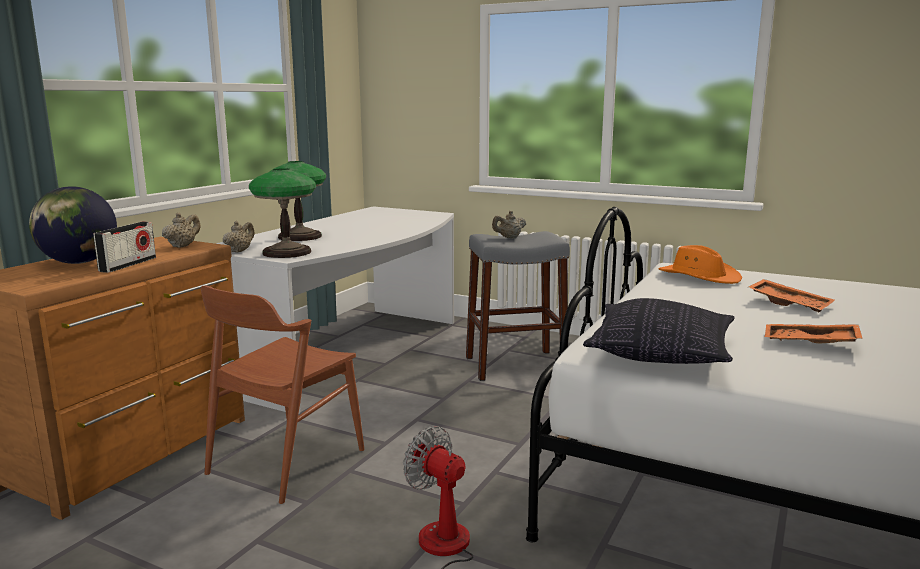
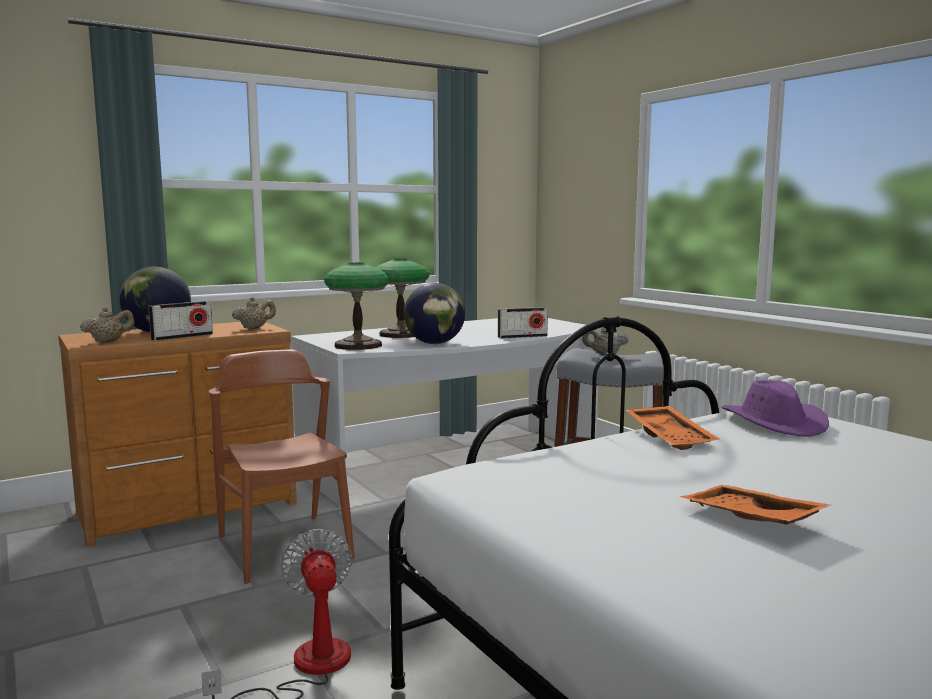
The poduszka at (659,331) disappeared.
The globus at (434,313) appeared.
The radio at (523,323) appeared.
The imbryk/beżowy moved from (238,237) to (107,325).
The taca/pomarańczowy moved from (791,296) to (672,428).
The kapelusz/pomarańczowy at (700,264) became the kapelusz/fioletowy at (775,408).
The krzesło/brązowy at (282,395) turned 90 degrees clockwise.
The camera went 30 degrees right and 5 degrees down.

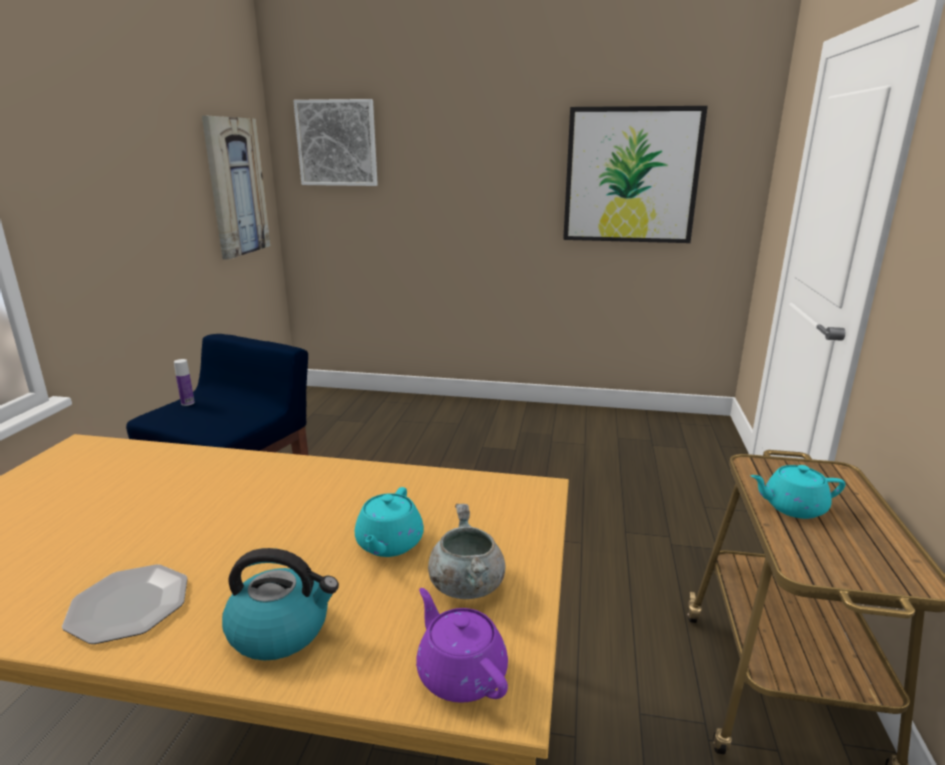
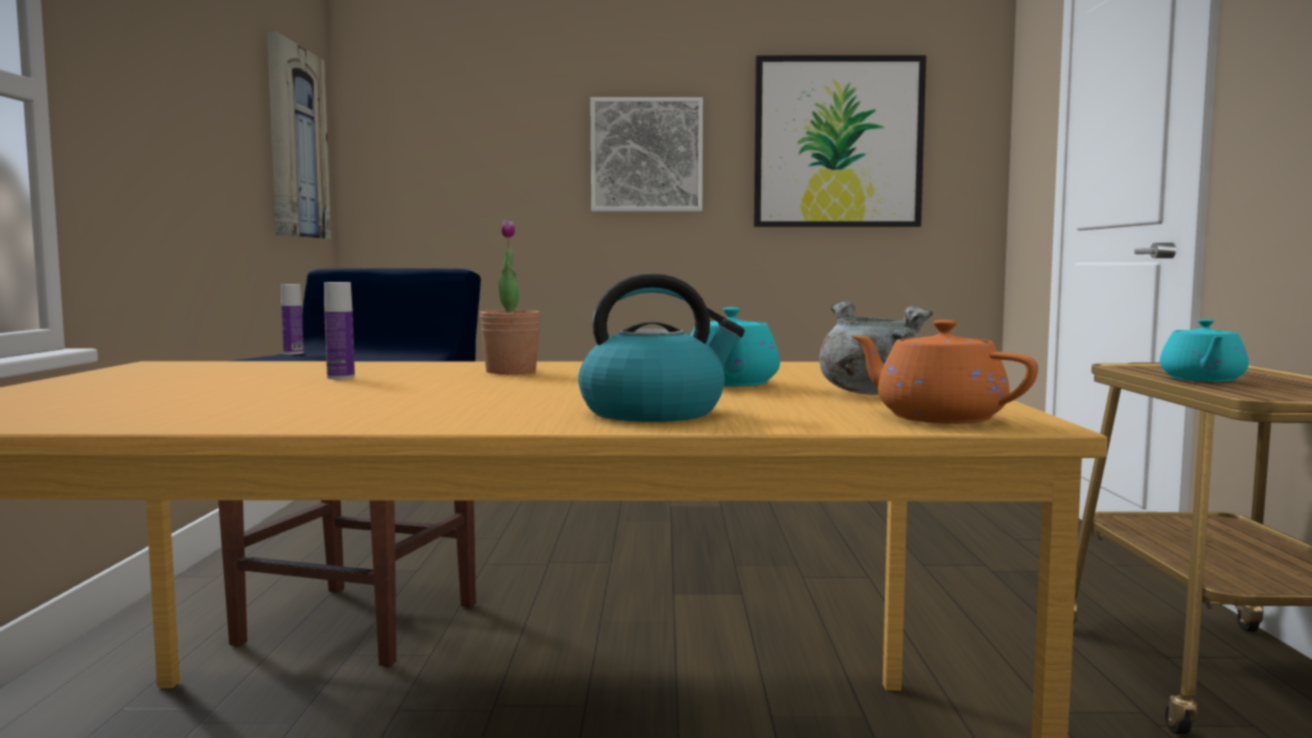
The talerz at (125,604) disappeared.
The butelka at (339,330) appeared.
The roślina doniczkowa at (510,297) appeared.
The obraz moved from (335,142) to (646,154).
The imbryk/fioletowy at (462,645) became the imbryk/pomarańczowy at (944,372).
The imbryk/turkusowy at (797,492) turned 60 degrees counterclockwise.
The camera went 10 degrees left and 15 degrees down.

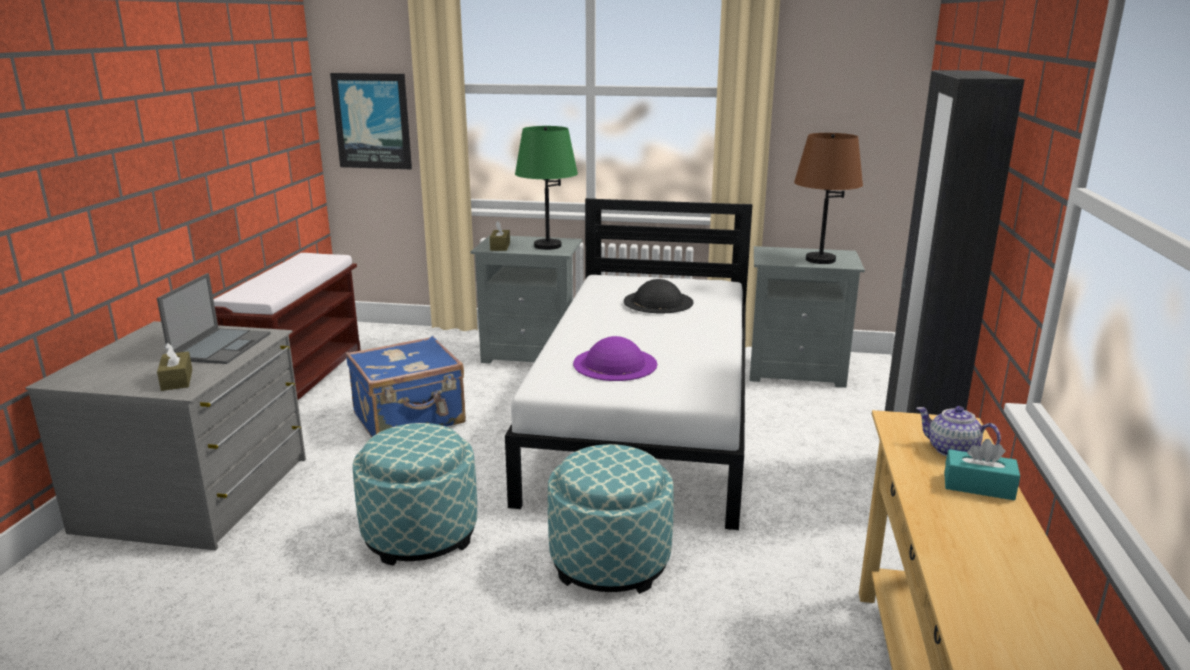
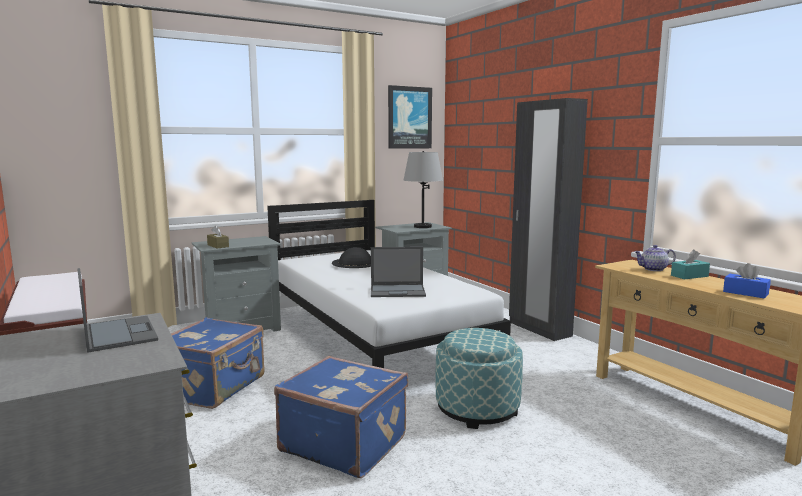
The pudełko chusteczek/brązowy at (174,366) disappeared.
The lampa stołowa/zielony at (546,188) disappeared.
The pudełko chusteczek/niebieski at (747,281) appeared.
The obraz moved from (371,121) to (410,117).
The pufa at (414,494) was replaced by the walizka/niebieski at (341,417).
The kapelusz/fioletowy at (615,358) was replaced by the laptop at (398,272).
The lampa stołowa/brązowy at (828,198) became the lampa stołowa/szary at (423,189).
The camera went 40 degrees left and 10 degrees down.

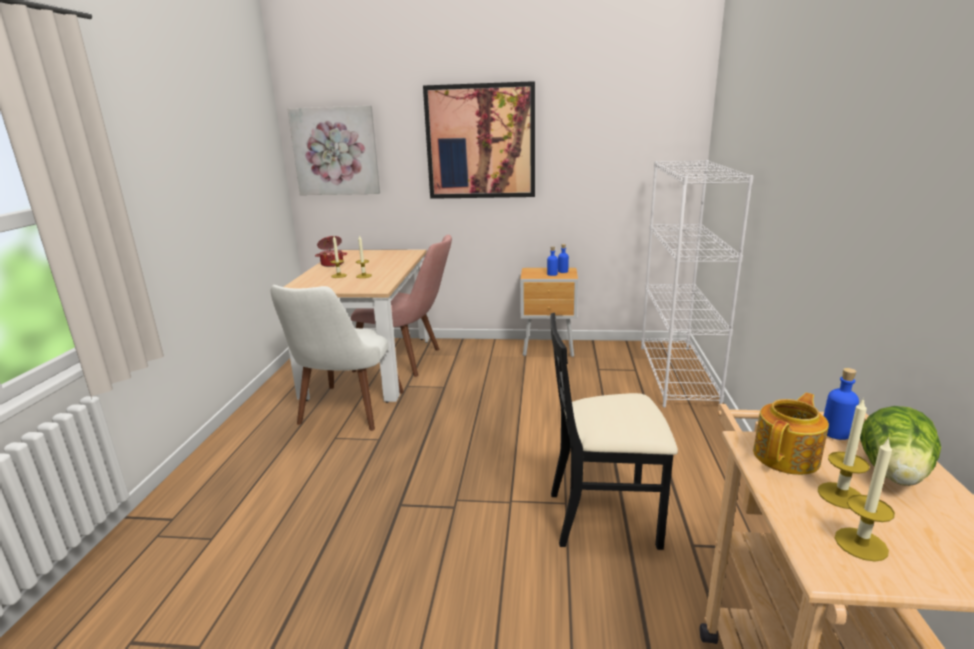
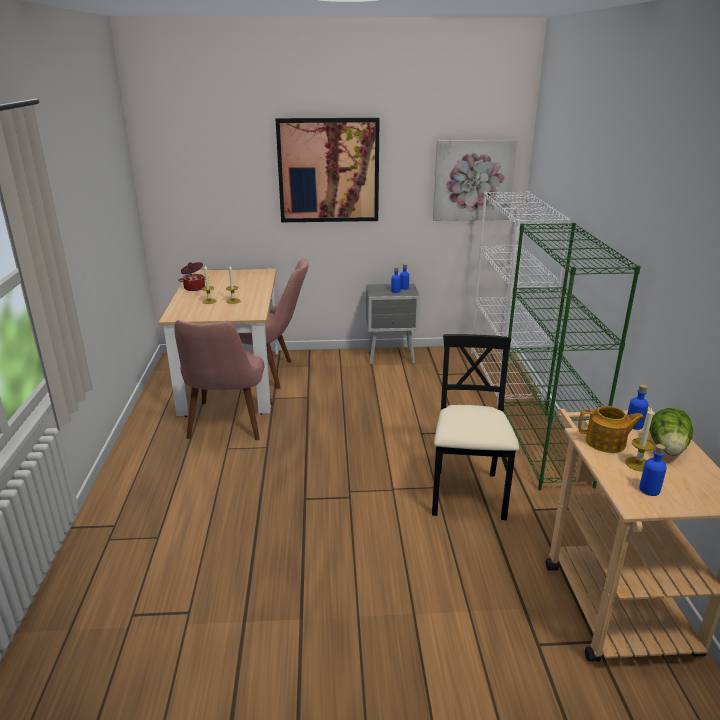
The regał/zielony at (572,356) appeared.
The obraz moved from (333,150) to (475,180).
The świeca at (865,500) was replaced by the butelka/niebieski at (653,470).
The krzesło/biały at (337,358) became the krzesło/różowy at (224,380).
The szafka nocna/brązowy at (549,312) became the szafka nocna/szary at (393,324).
The krzesło/czarny at (614,431) turned 105 degrees clockwise.
The imbryk at (791,434) turned 60 degrees clockwise.
The camera went 10 degrees left and 5 degrees up.

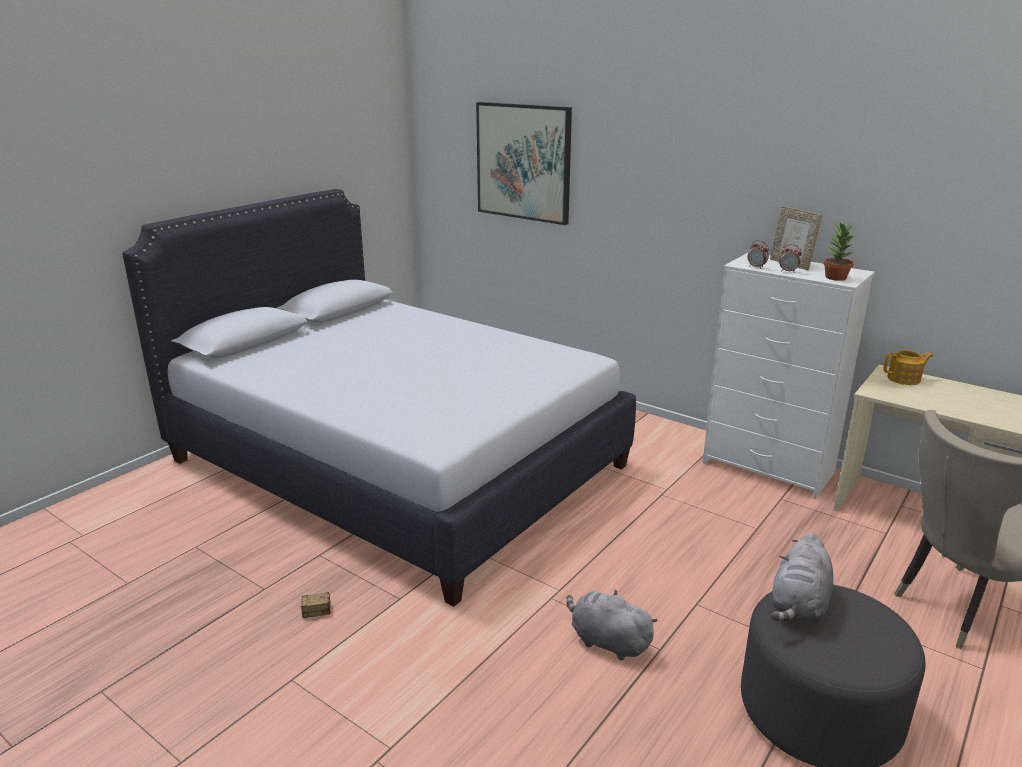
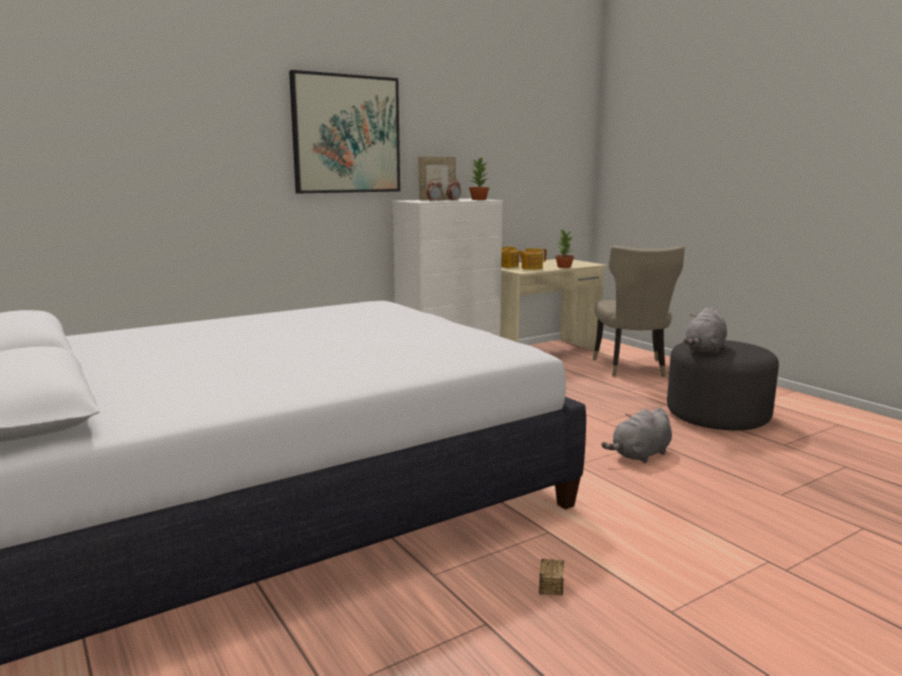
The imbryk at (532,259) appeared.
The roślina doniczkowa at (564,248) appeared.
The obraz moved from (524,163) to (344,131).
The pluszak/szary at (802,577) turned 75 degrees clockwise.
The camera went 70 degrees left and 10 degrees down.

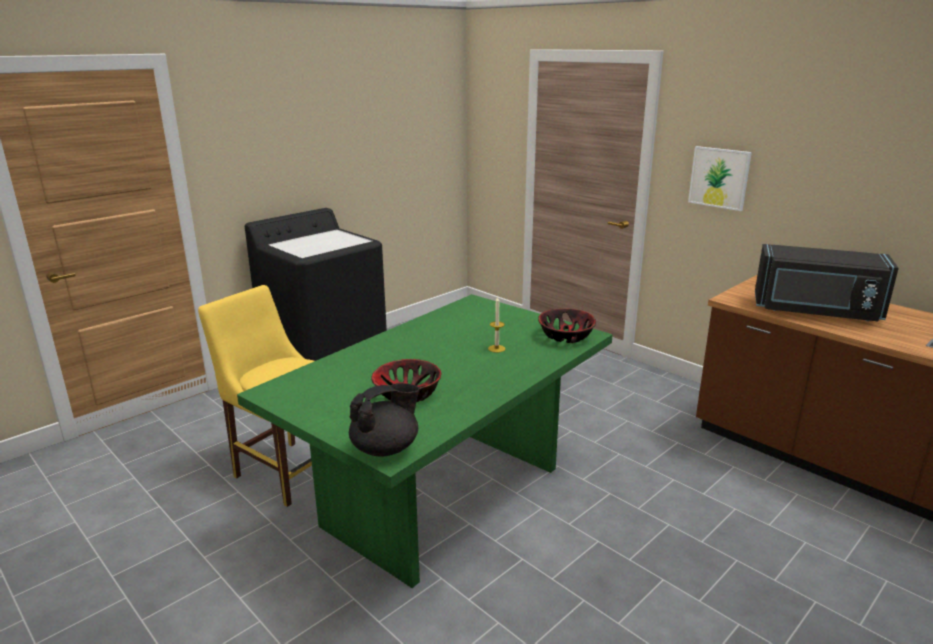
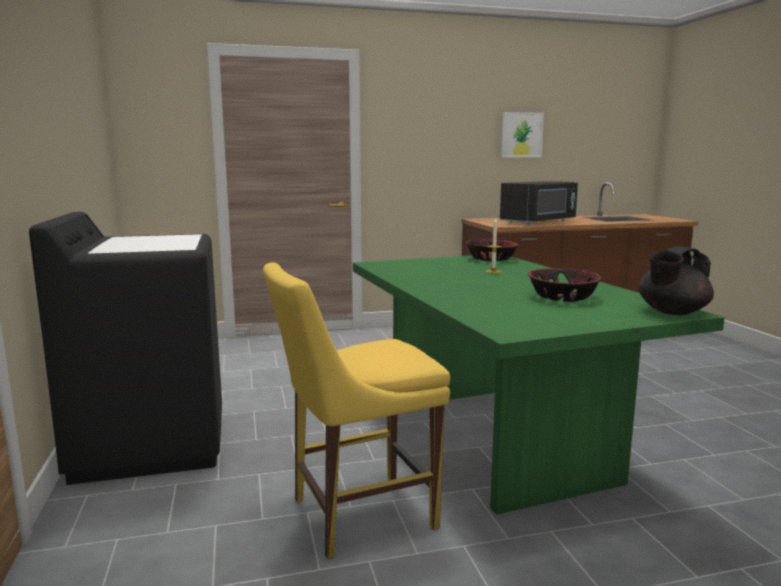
The obraz moved from (720,178) to (522,134).
The imbryk/czarny at (384,420) turned 120 degrees counterclockwise.
The camera went 60 degrees left and 10 degrees down.

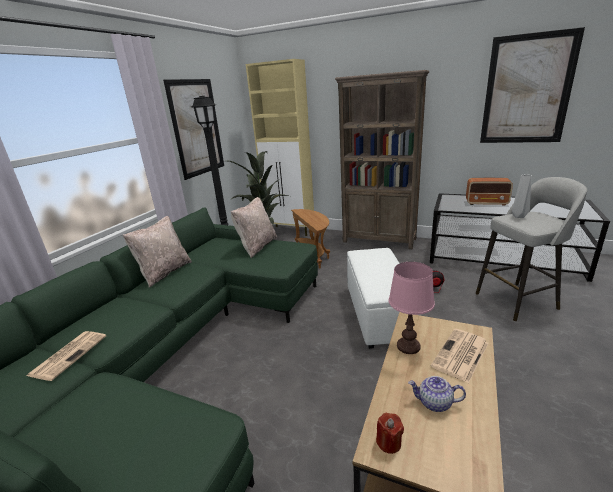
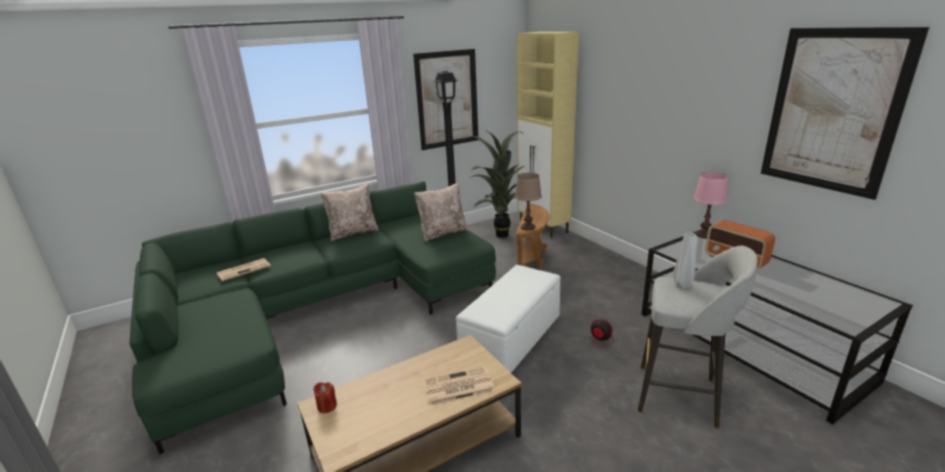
The regał/brązowy at (382,159) disappeared.
The imbryk at (437,394) disappeared.
The lampa stołowa/brązowy at (528,202) appeared.
The lampa stołowa/różowy moved from (411,308) to (711,205).
The camera went 35 degrees right and 0 degrees up.

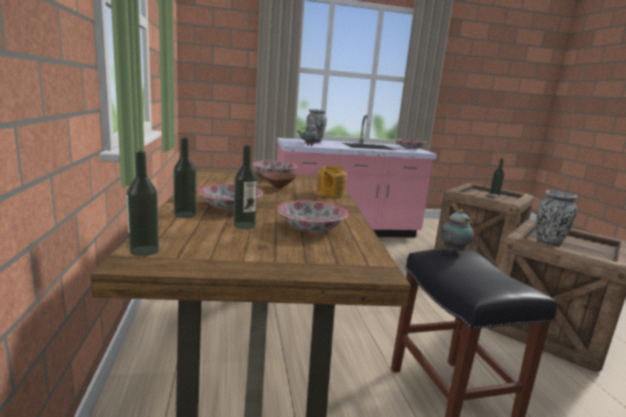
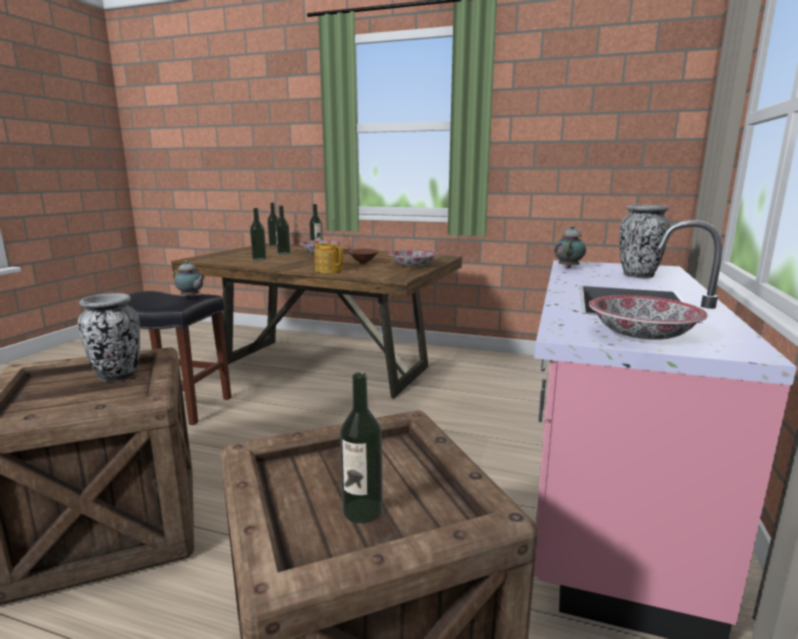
The miska at (312,216) was replaced by the butelka at (258,234).
The imbryk at (456,230) turned 120 degrees clockwise.
The camera went 120 degrees right and 0 degrees up.

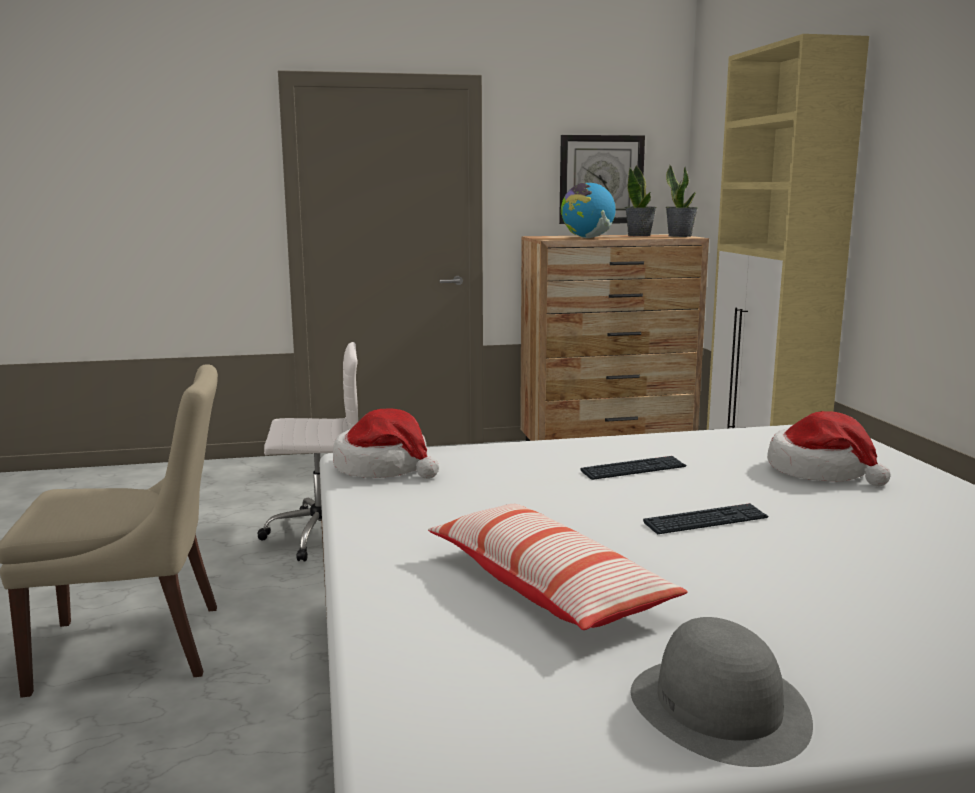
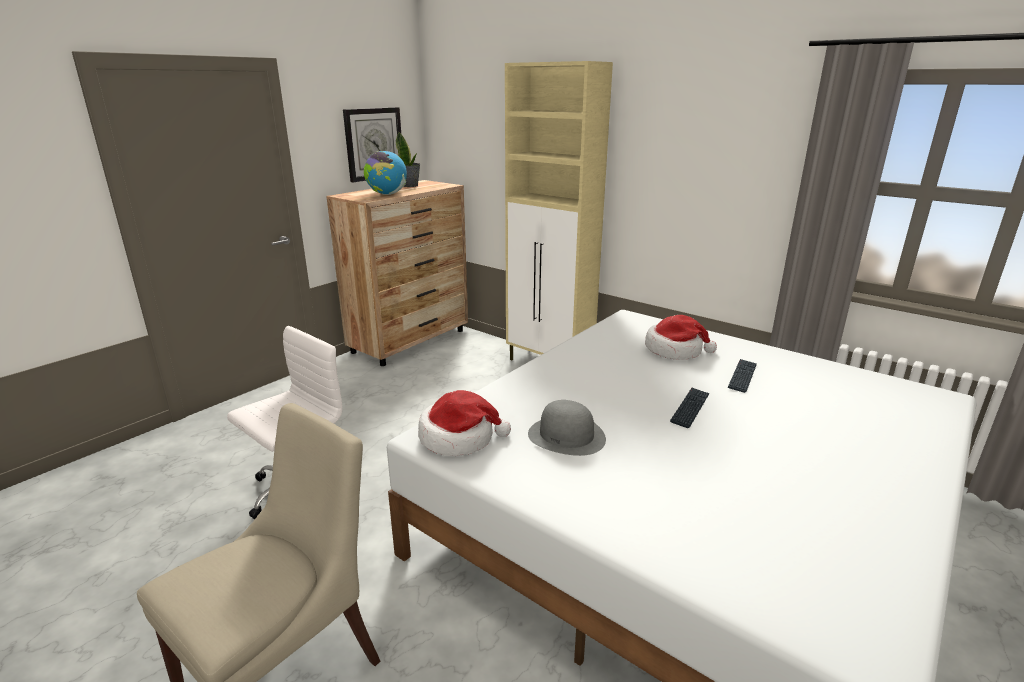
The poduszka at (558,567) disappeared.
The roślina doniczkowa at (682,201) disappeared.
The klawiatura moved from (633,468) to (742,376).
The kapelusz/szary moved from (721,692) to (567,428).
The camera went 40 degrees left and 10 degrees up.

